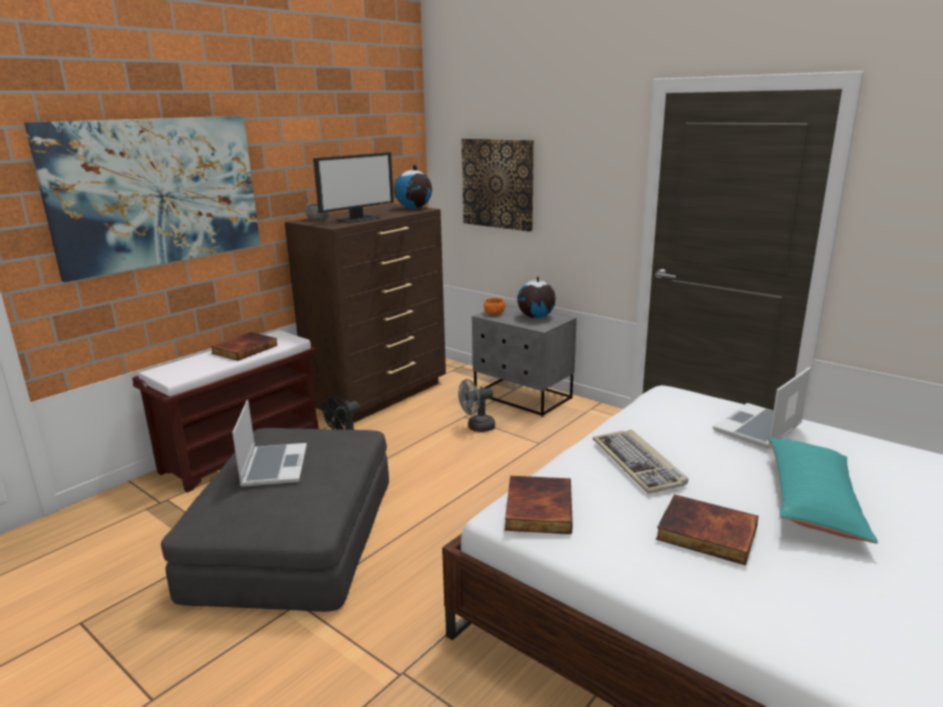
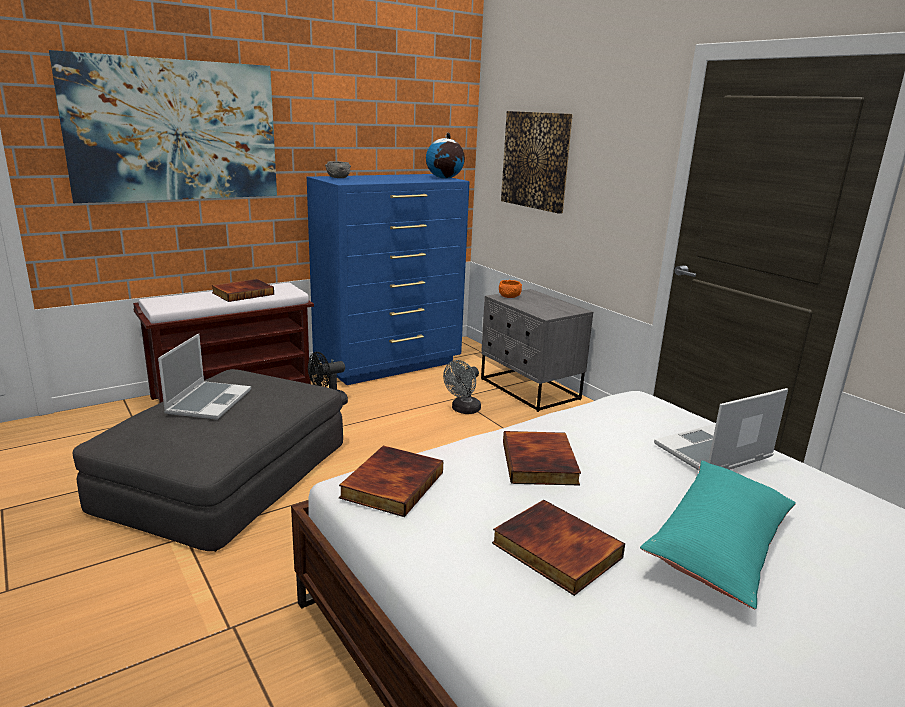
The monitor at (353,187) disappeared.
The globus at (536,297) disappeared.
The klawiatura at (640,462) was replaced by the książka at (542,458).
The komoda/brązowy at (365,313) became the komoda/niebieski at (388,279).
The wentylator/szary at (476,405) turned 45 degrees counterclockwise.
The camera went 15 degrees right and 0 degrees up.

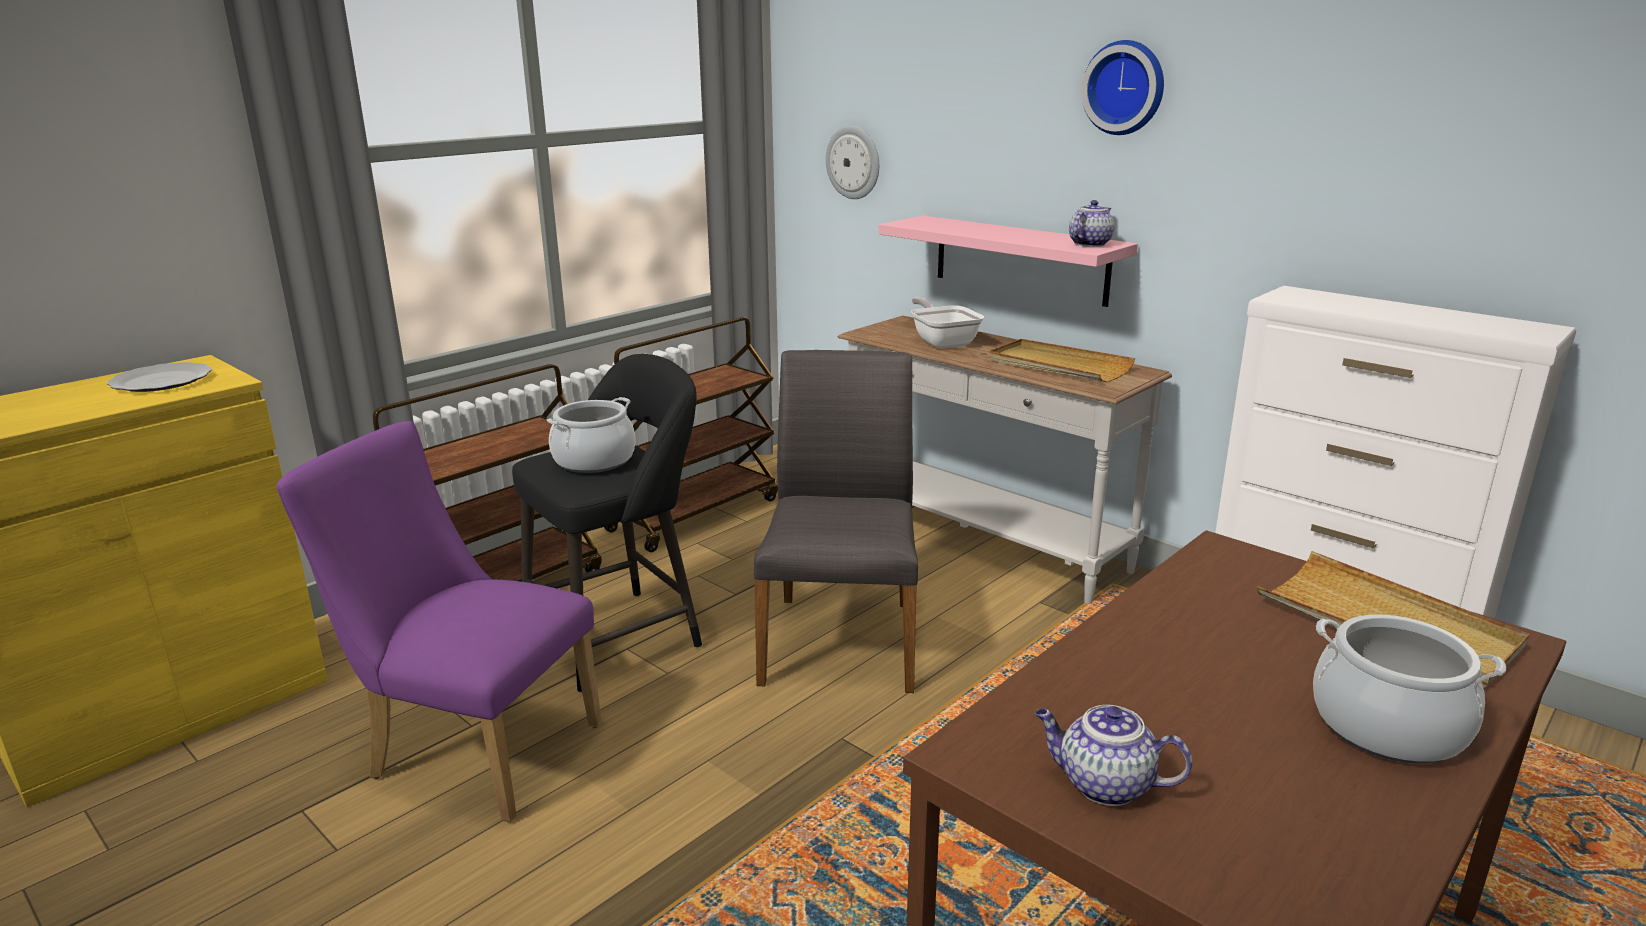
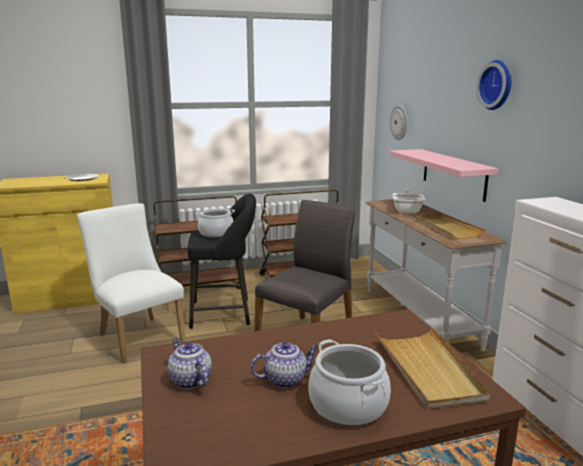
The imbryk moved from (1092,223) to (285,365).
The krzesło/fioletowy at (439,621) became the krzesło/biały at (131,283).
The camera went 30 degrees right and 5 degrees down.

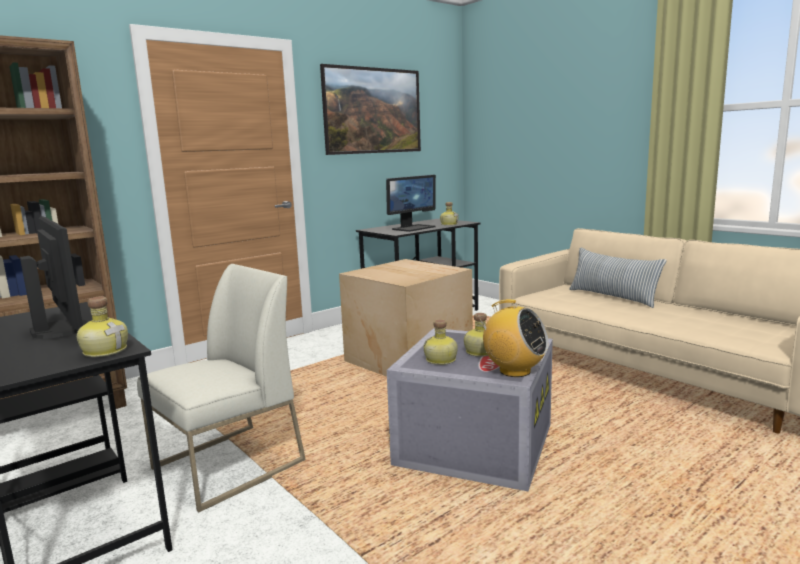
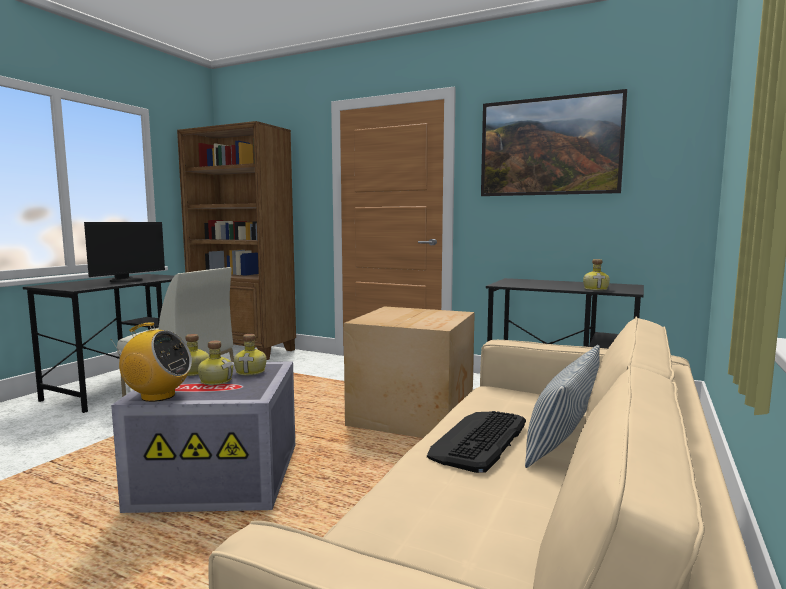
The monitor at (411,203) disappeared.
The klawiatura at (476,442) appeared.
The butelka moved from (102,326) to (250,354).
The radio at (513,338) turned 90 degrees counterclockwise.
The camera went 65 degrees right and 5 degrees down.

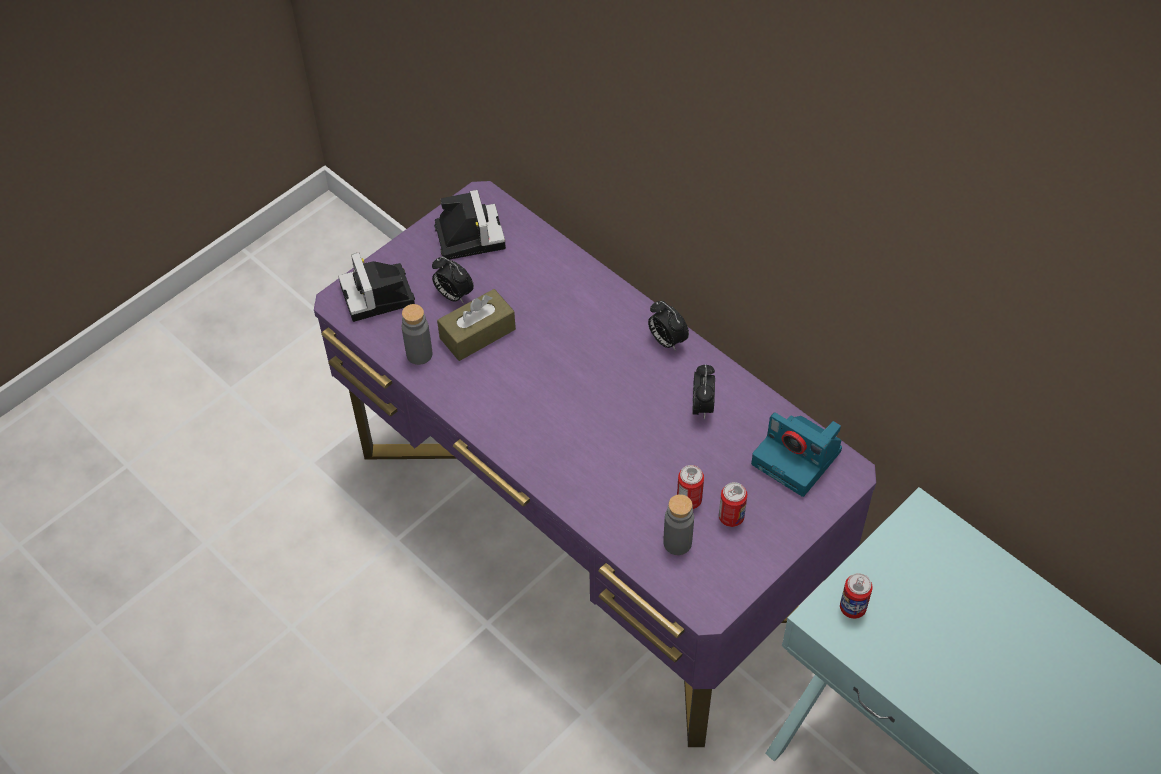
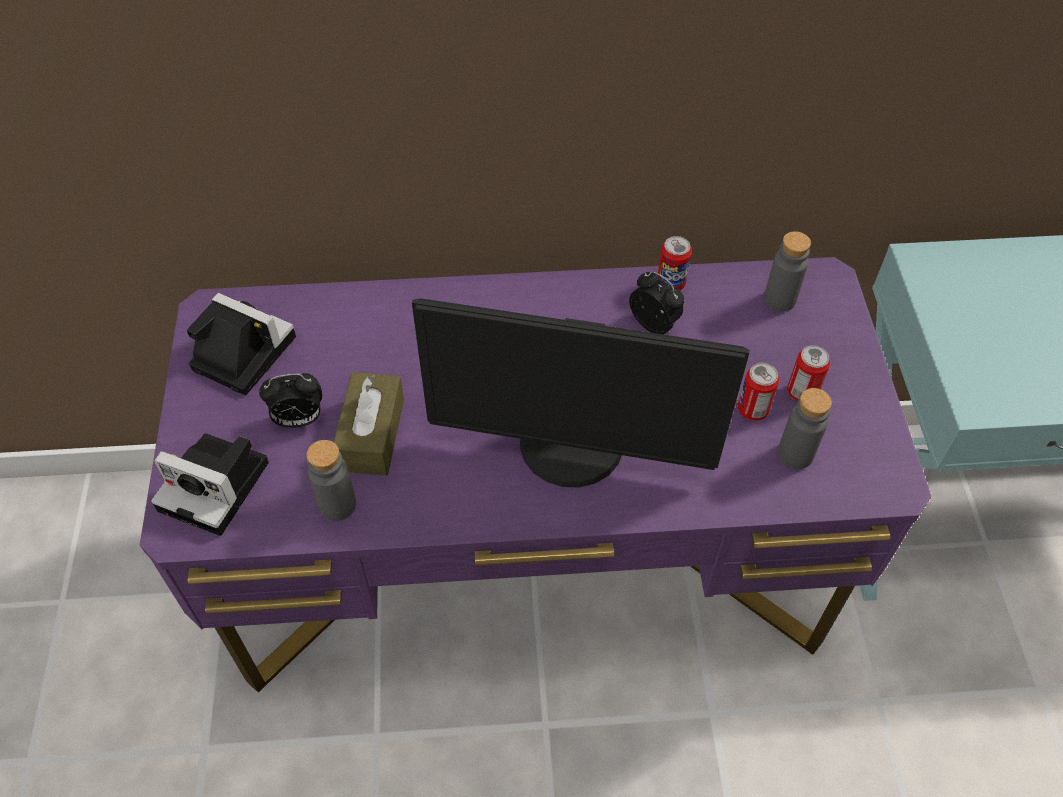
The budzik at (668,326) disappeared.
The monitor at (580,392) appeared.
The puszka moved from (856,596) to (675,263).
The aparat fotograficzny at (796,454) was replaced by the butelka/szary at (787,271).
The camera went 50 degrees left and 0 degrees up.

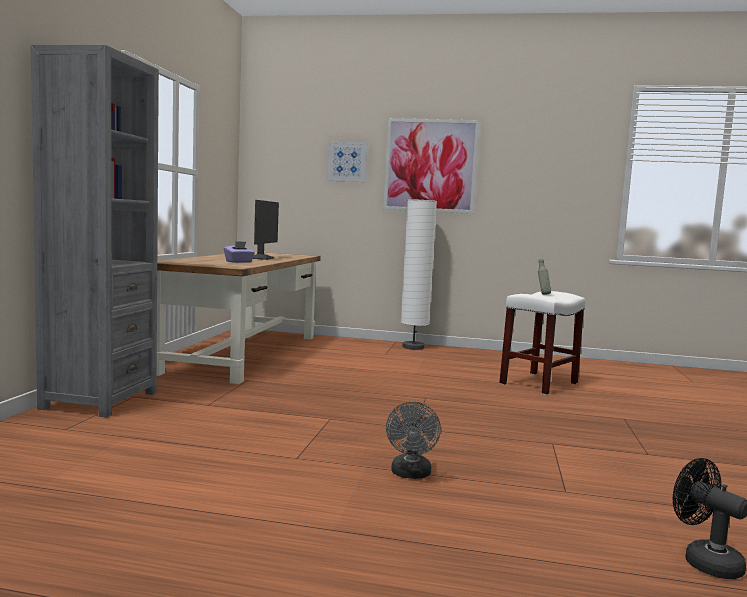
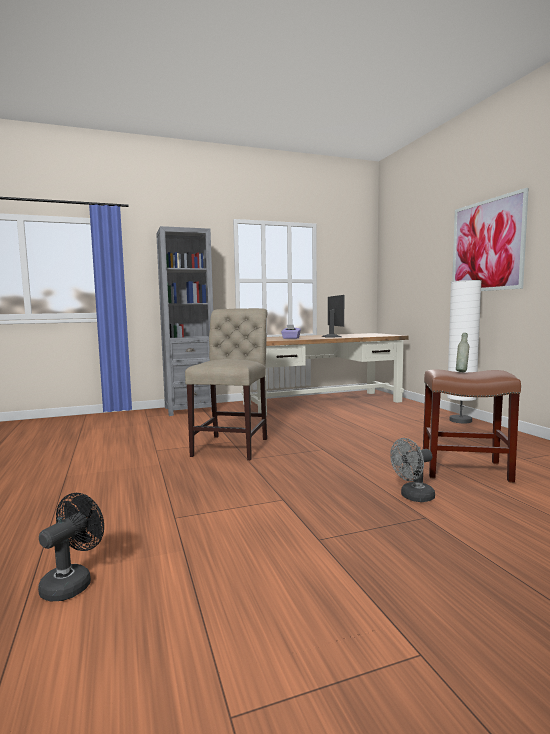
The obraz at (347,161) disappeared.
The krzesło/beżowy at (226,384) appeared.
The wentylator/szary moved from (413,440) to (412,470).
The stołek/biały at (542,343) became the stołek/brązowy at (472,426).
The monitor at (266,230) turned 75 degrees counterclockwise.
The camera went 60 degrees right and 0 degrees up.

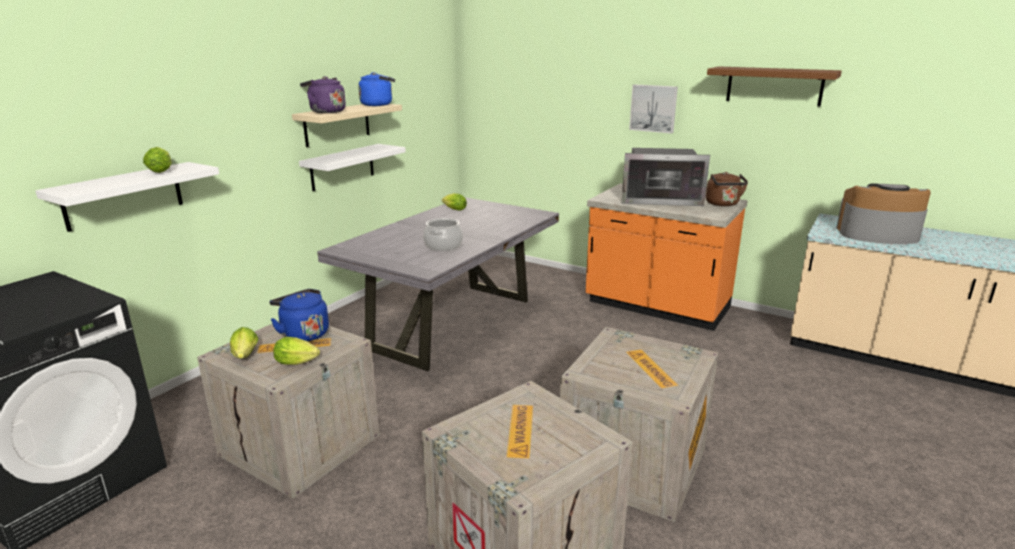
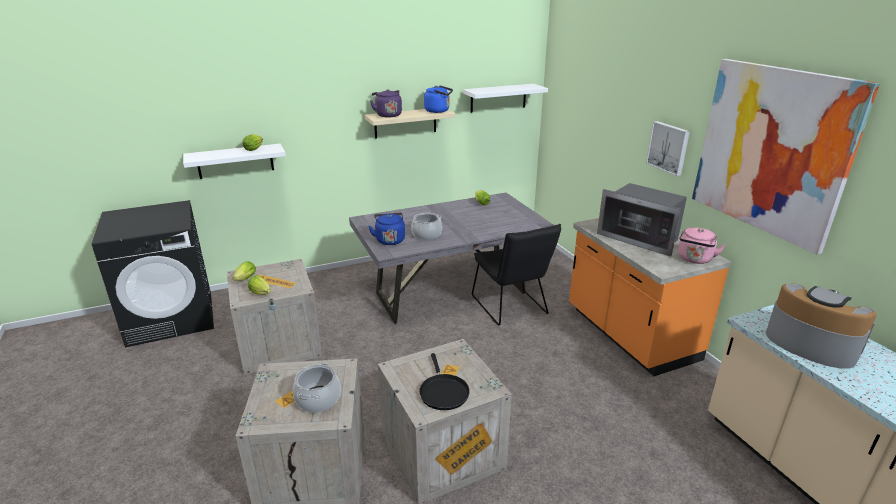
The garnek at (317,388) appeared.
The patelnia/czarny at (444,381) appeared.
The krzesło/czarny at (516,275) appeared.
The czajnik/niebieski moved from (299,315) to (386,229).
The półka/biały moved from (352,167) to (505,98).
The półka/brązowy at (774,86) was replaced by the obraz at (786,157).
The czajnik/brązowy at (727,189) became the czajnik/różowy at (701,246).
The camera went 35 degrees right and 5 degrees up.

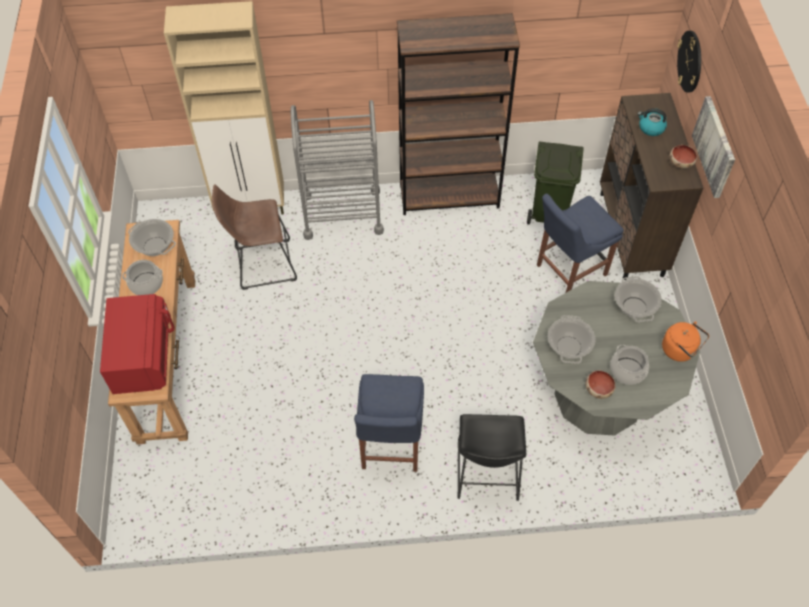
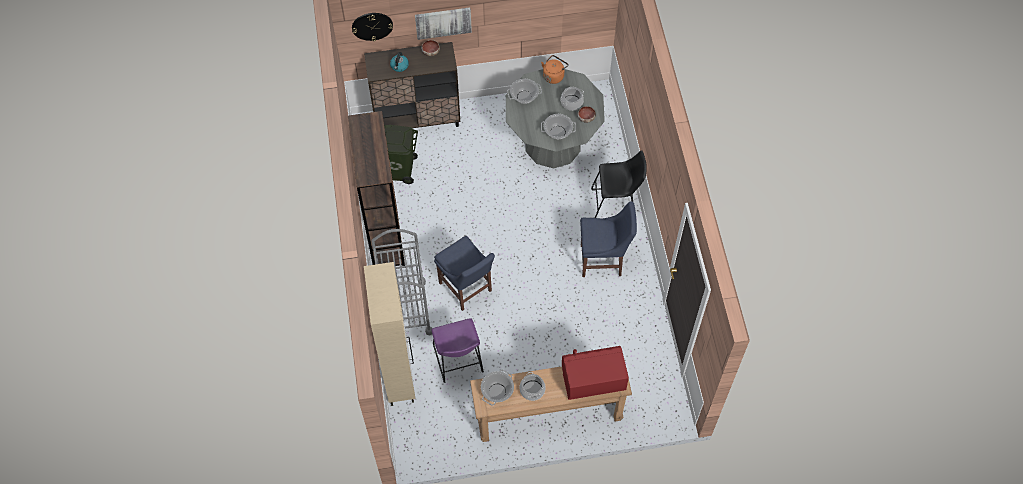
The krzesło/niebieski moved from (580,243) to (464,273).
The stołek/brązowy at (254,237) became the stołek/fioletowy at (457,350).
The camera went 95 degrees left and 5 degrees up.

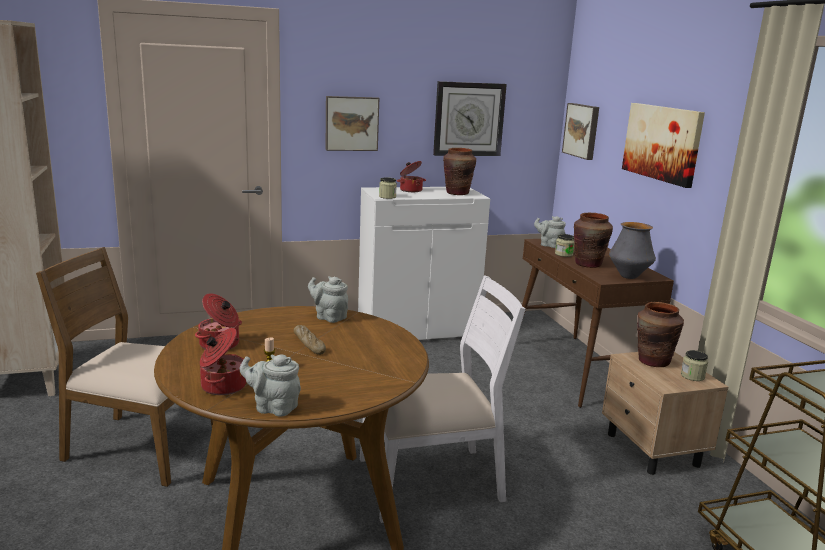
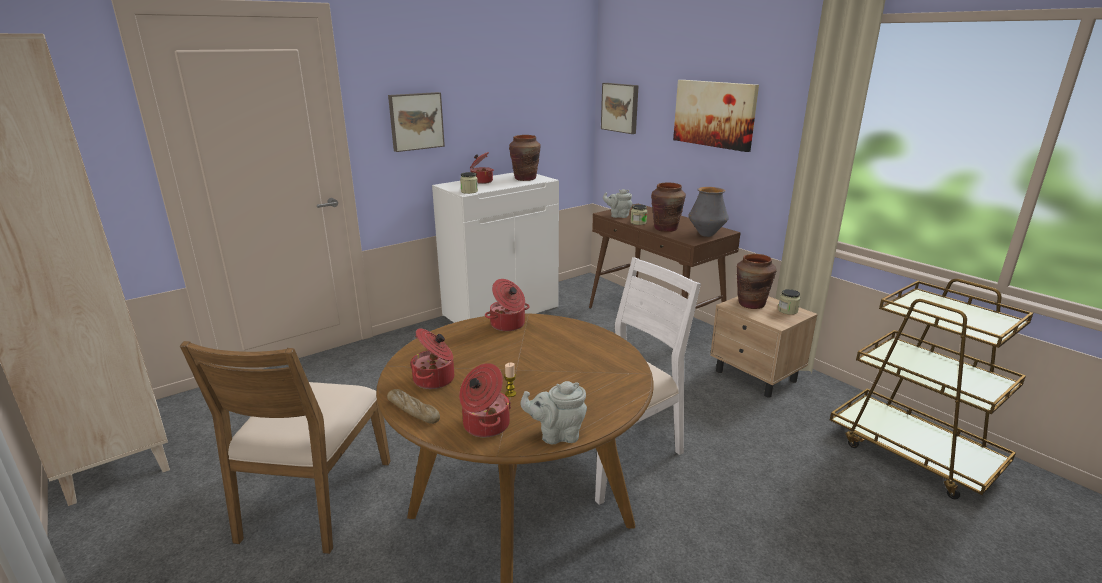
The zegar ścienny at (470,118) disappeared.
The chleb moved from (310,340) to (413,406).
The imbryk/szary at (328,299) was replaced by the garnek at (507,305).
The krzesło/brązowy at (125,367) turned 75 degrees counterclockwise.
The camera went 20 degrees left and 5 degrees up.

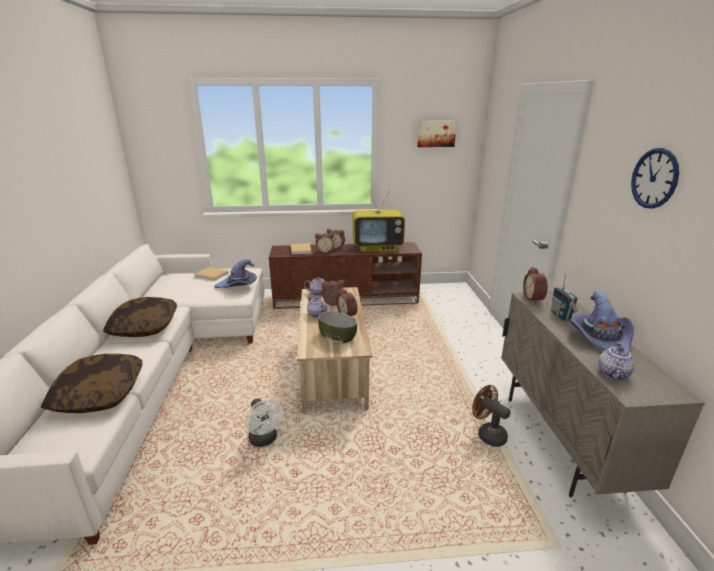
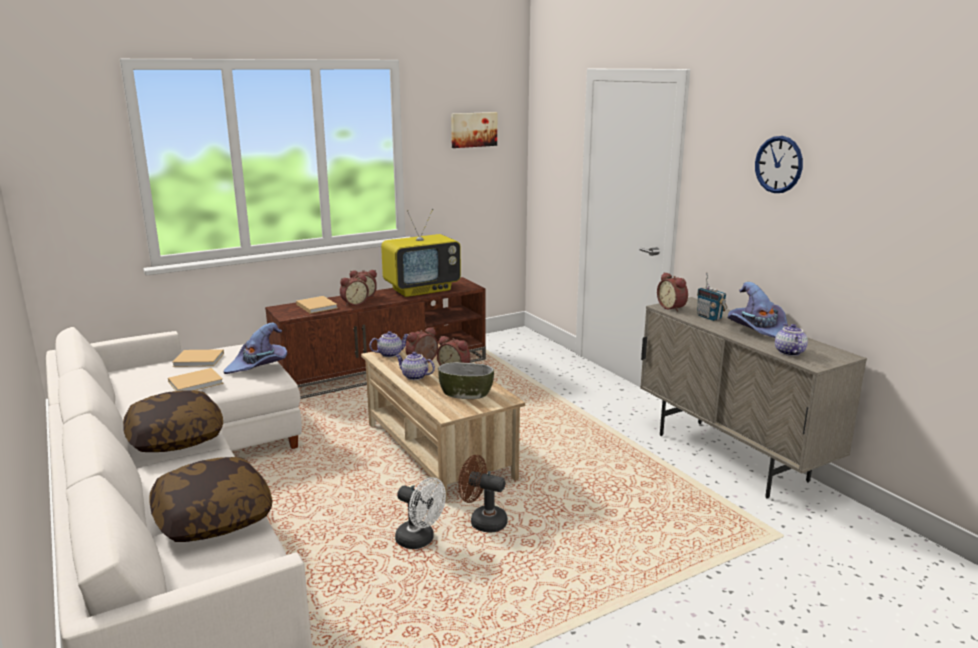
The książka/beżowy at (196,379) appeared.
The wentylator/brązowy moved from (491,416) to (483,494).
The camera went 25 degrees left and 5 degrees down.

